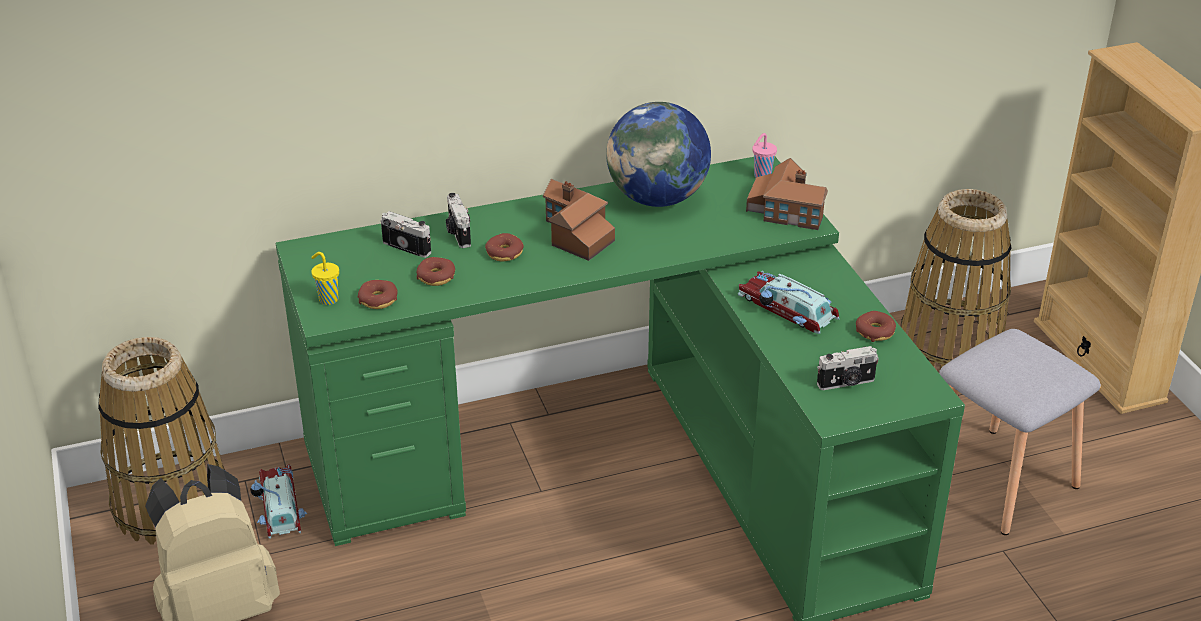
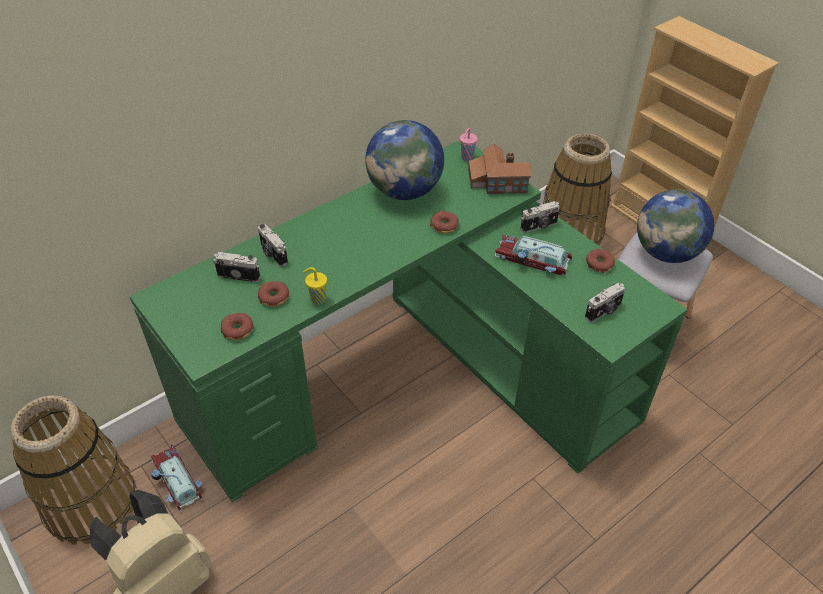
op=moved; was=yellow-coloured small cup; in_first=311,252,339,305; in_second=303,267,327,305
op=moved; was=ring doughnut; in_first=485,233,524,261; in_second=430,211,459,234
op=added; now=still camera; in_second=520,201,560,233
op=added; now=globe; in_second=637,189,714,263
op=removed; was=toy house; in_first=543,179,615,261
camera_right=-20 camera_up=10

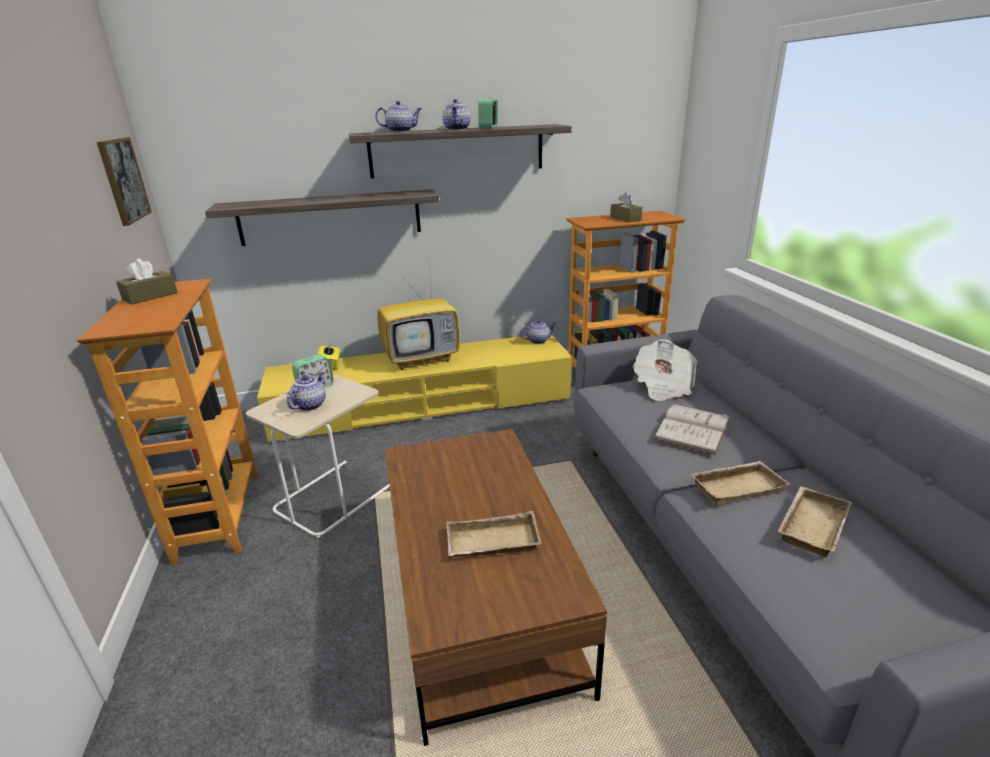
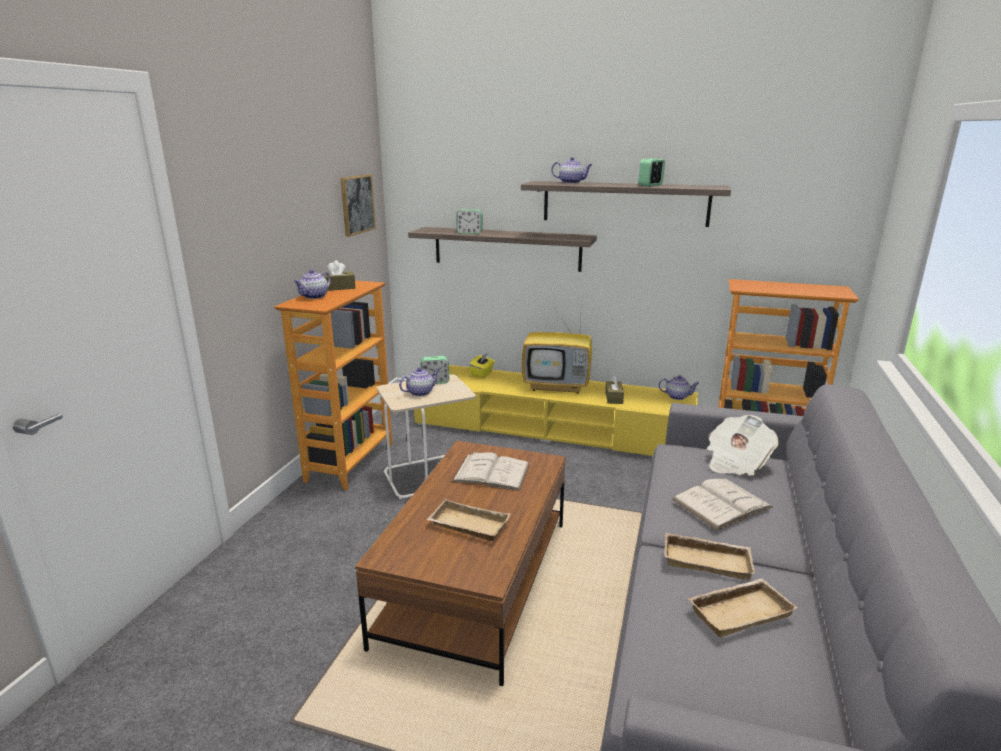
op=moved; was=pot for tea; in_first=442,99,471,130; in_second=294,270,331,299
op=added; now=white book; in_second=451,452,530,491
op=added; now=table clock; in_second=456,209,483,234
op=moved; was=brown box of tissues; in_first=610,192,642,222; in_second=605,375,624,404
camera_right=30 camera_up=-5

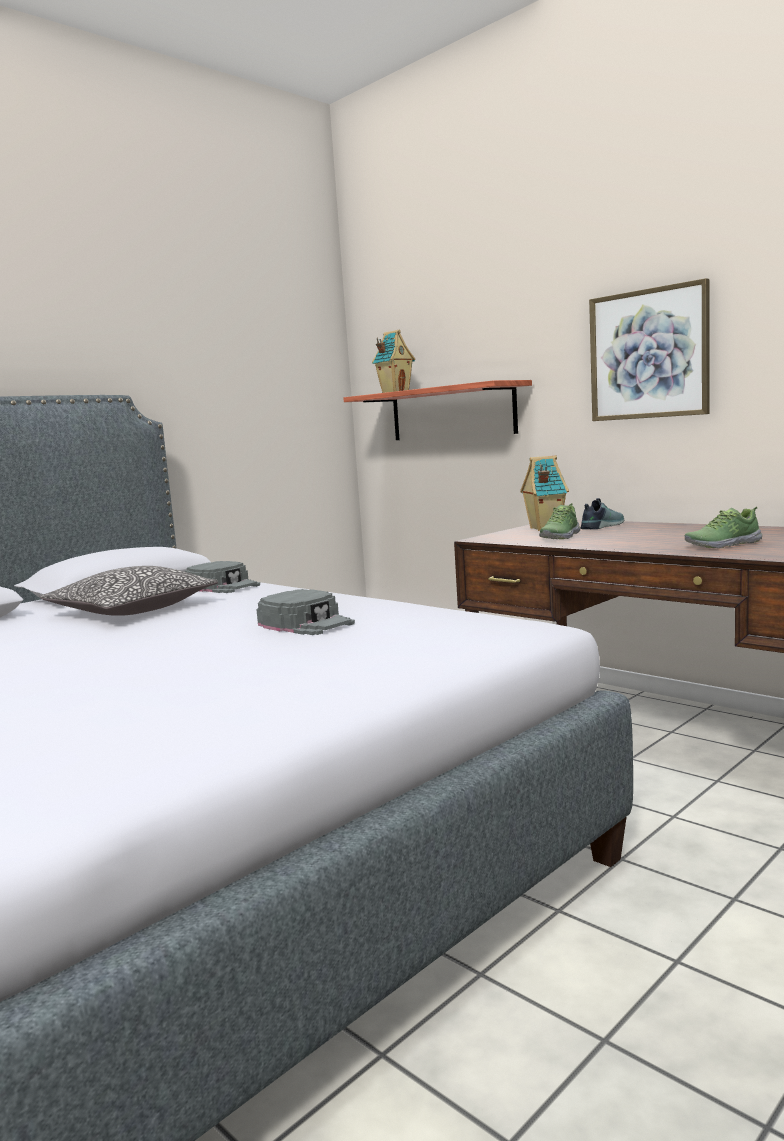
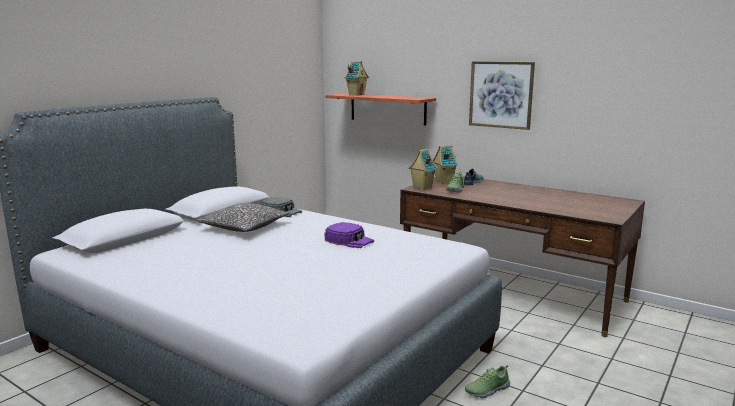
op=recoloured; was=gray cap; now=purple-coloured cap; in_first=256,589,355,635; in_second=325,222,374,248
op=added; now=toy house; in_second=409,148,437,190
op=moved; was=item of footwear; in_first=685,507,762,548; in_second=465,365,510,398
camera_right=-10 camera_up=5

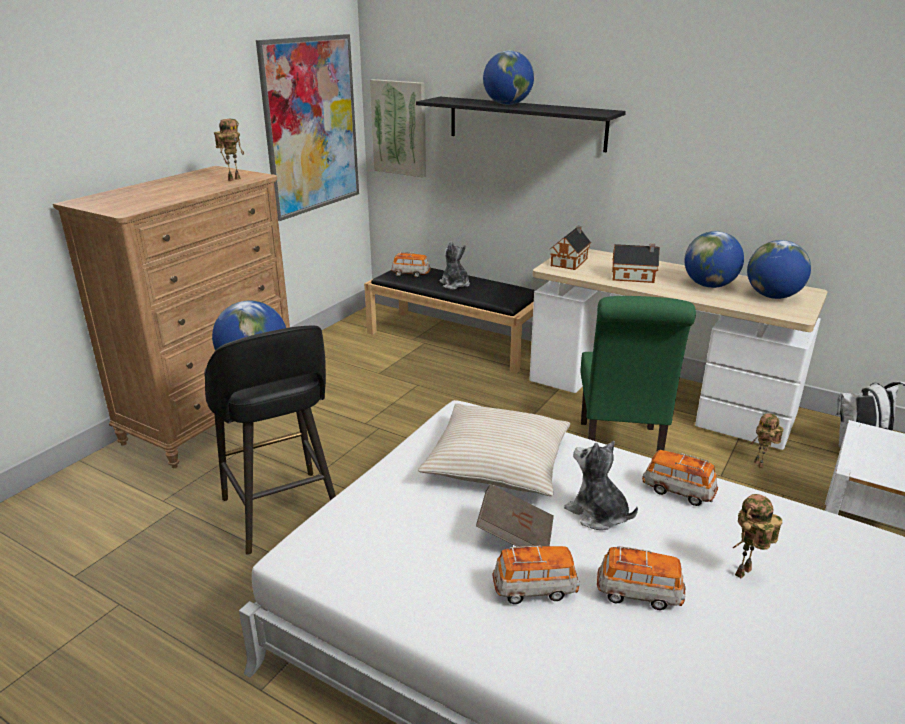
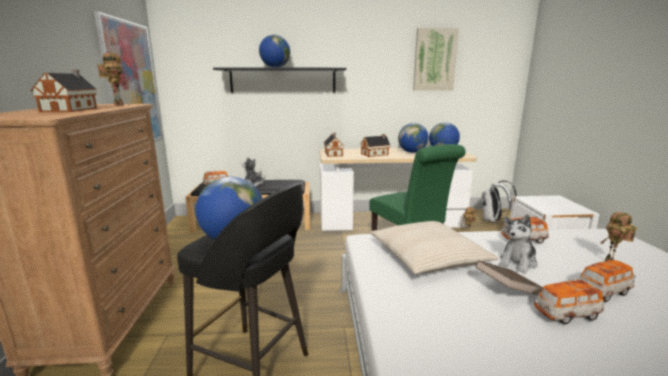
op=added; now=toy house; in_second=30,70,97,112
op=moved; was=wall picture; in_first=370,79,426,177; in_second=413,28,459,91
op=turned; was=plush toy; in_first=564,441,638,530; in_second=499,214,537,273; clockwise=-60
op=turned; was=model car; in_first=493,546,580,604; in_second=534,278,604,324; clockwise=-150
camera_right=-35 camera_up=-10

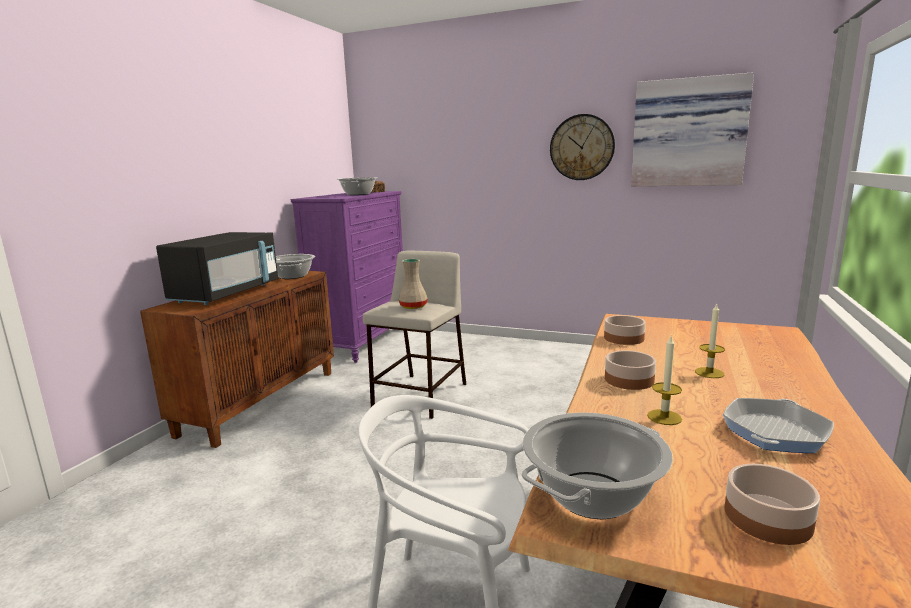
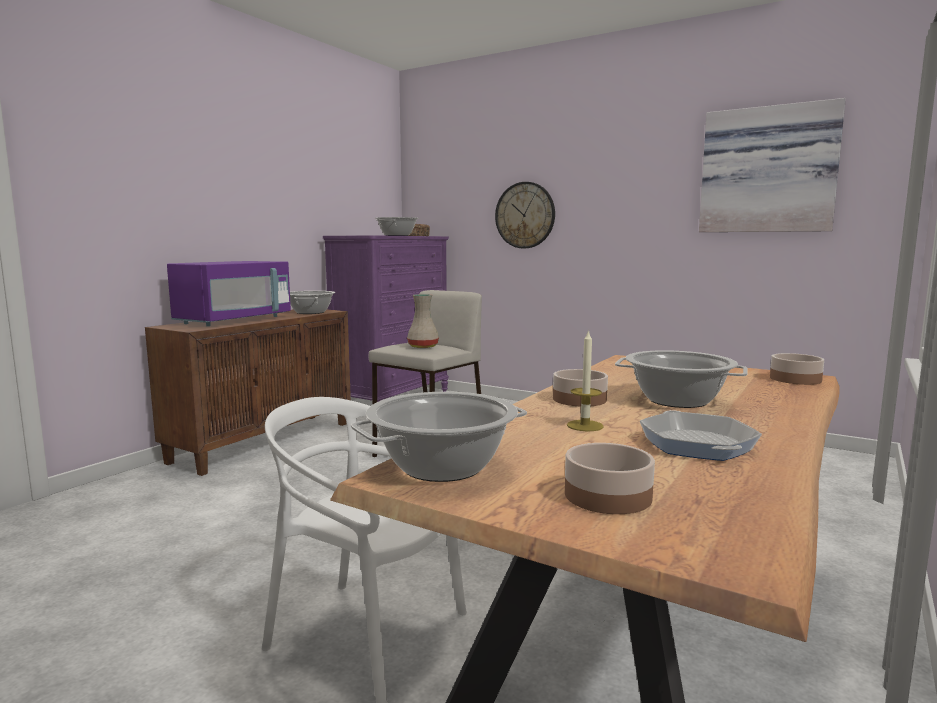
op=recoloured; was=blackish kitchen microwave; now=purple-coloured kitchen microwave; in_first=156,232,278,305; in_second=167,261,291,326
op=moved; was=clock on the wall; in_first=550,114,615,180; in_second=495,182,555,248
op=replaced; was=wax light; now=stockpot; in_first=695,303,725,378; in_second=615,350,748,408
op=turned; was=skillet; in_first=723,398,834,453; in_second=640,410,762,461; clockwise=120
op=moved; was=deep dish; in_first=604,315,646,345; in_second=770,353,824,385
camera_right=10 camera_up=-5

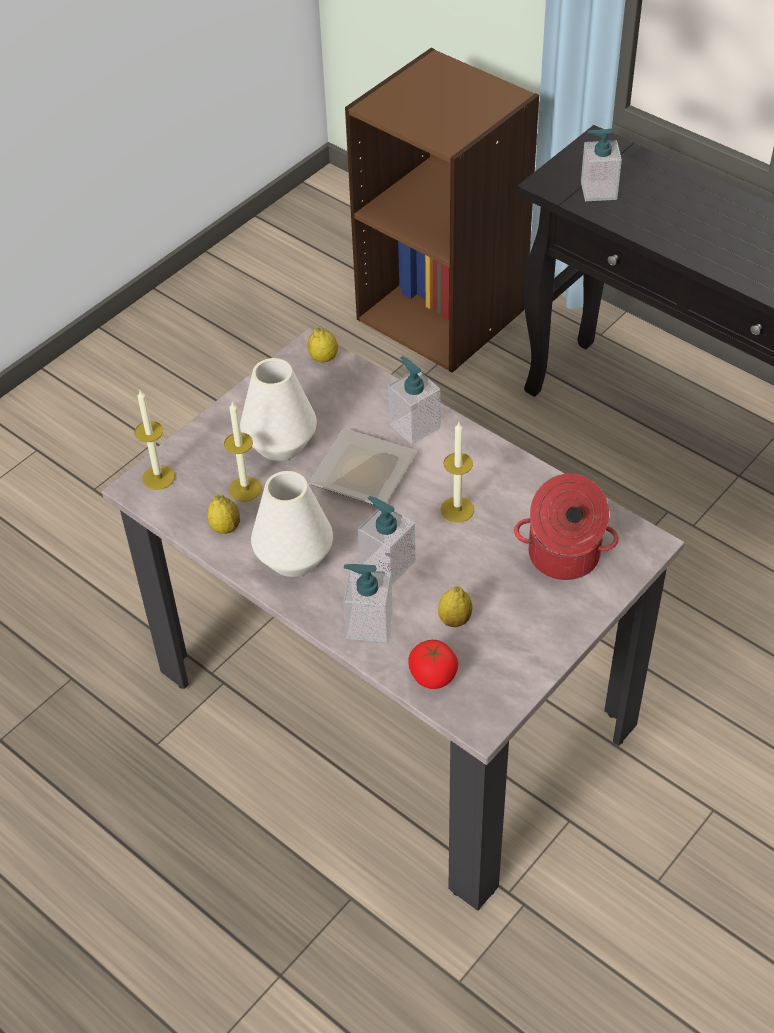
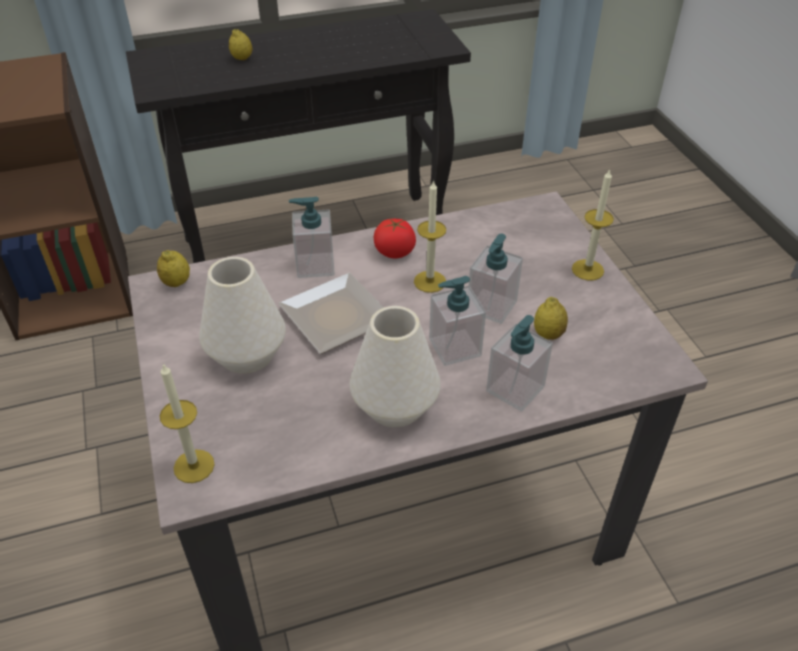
op=moved; was=citrus fruit; in_first=207,494,240,534; in_second=229,29,253,60
op=moved; was=fresh tomato; in_first=408,640,458,689; in_second=374,219,416,258
op=moved; was=soap dispenser; in_first=581,129,622,201; in_second=469,234,523,324
op=moved; was=wax light; in_first=224,402,262,502; in_second=572,168,614,280
op=removed; was=stockpot; in_first=514,473,619,580
camera_right=-60 camera_up=-5

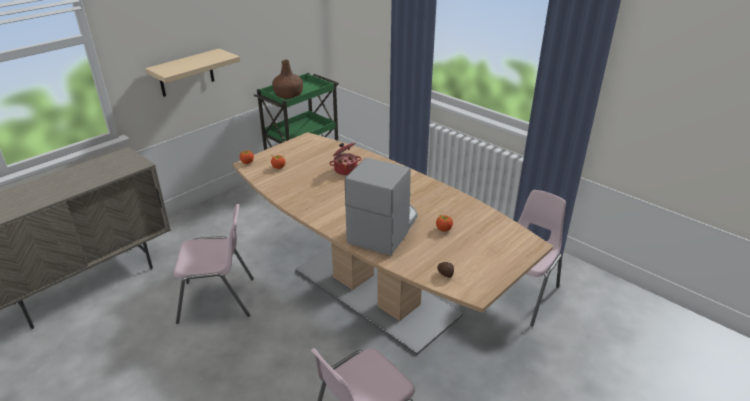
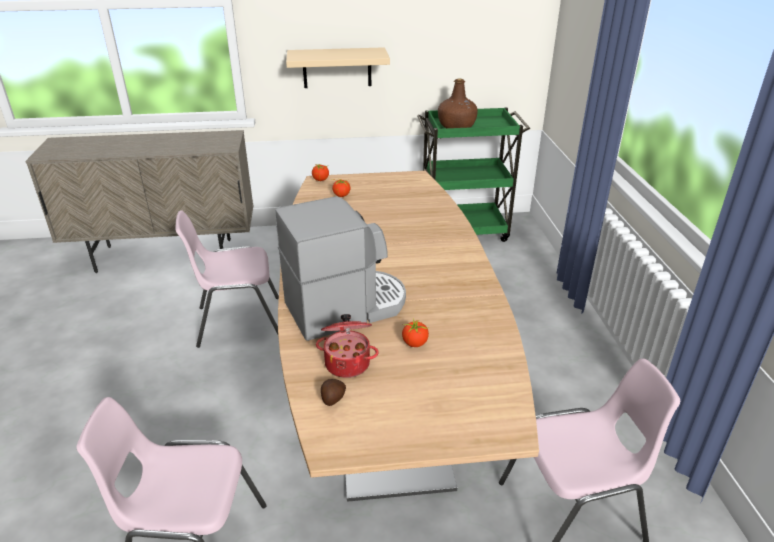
op=turned; was=pinkish upright chair; in_first=174,204,254,324; in_second=175,210,279,348; clockwise=135
op=moved; was=stockpot; in_first=329,143,361,175; in_second=316,314,379,378
camera_right=40 camera_up=0

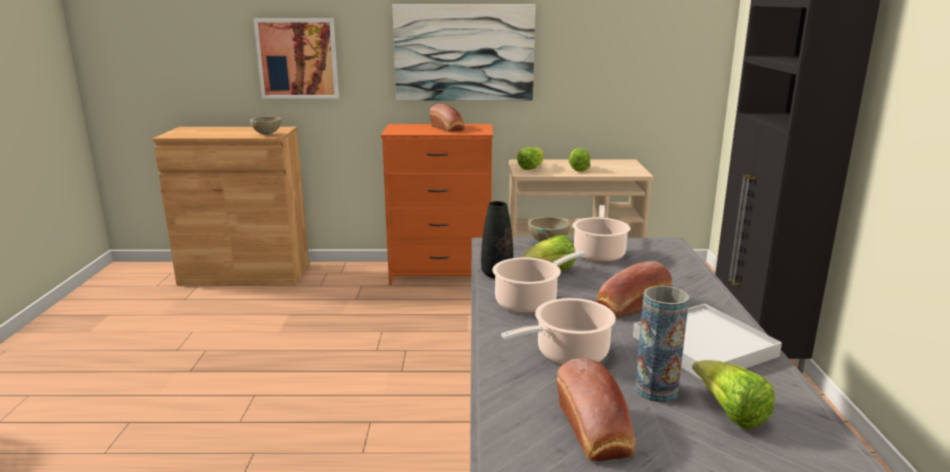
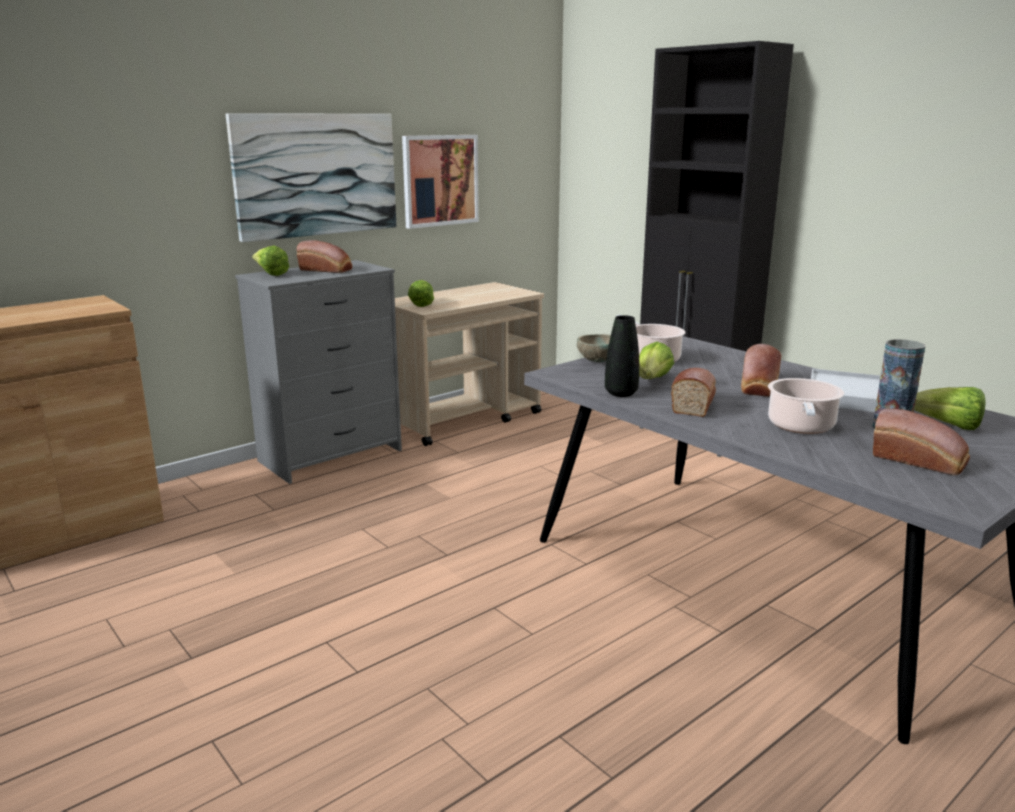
op=recoloured; was=orangey drawer chest; now=gray drawer chest; in_first=381,124,493,285; in_second=235,260,402,484
op=moved; was=head of lettuce; in_first=569,148,591,172; in_second=252,246,289,276
op=moved; was=wall picture; in_first=254,19,339,99; in_second=402,135,479,229
op=replaced; was=stockpot; now=bakery bread; in_first=492,251,586,313; in_second=671,368,716,417
op=removed; was=beige deep dish; in_first=250,117,282,135
camera_right=-40 camera_up=0

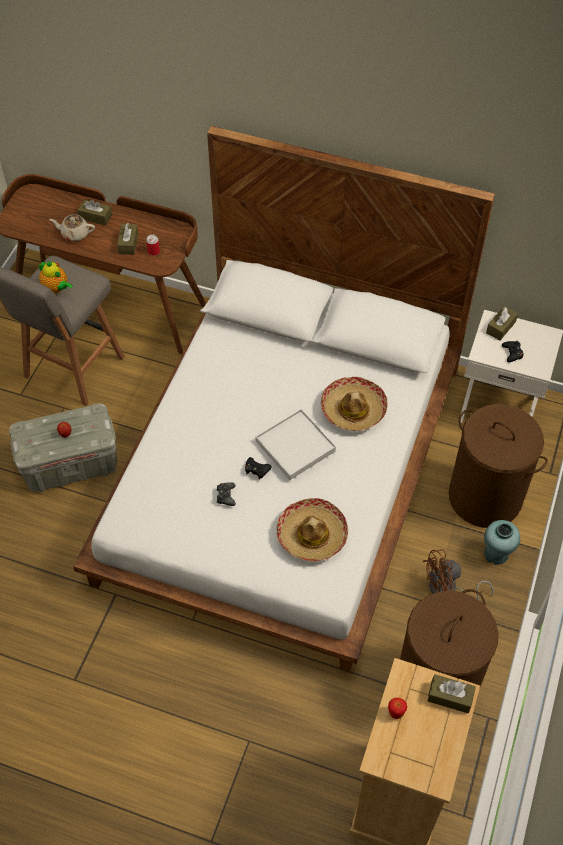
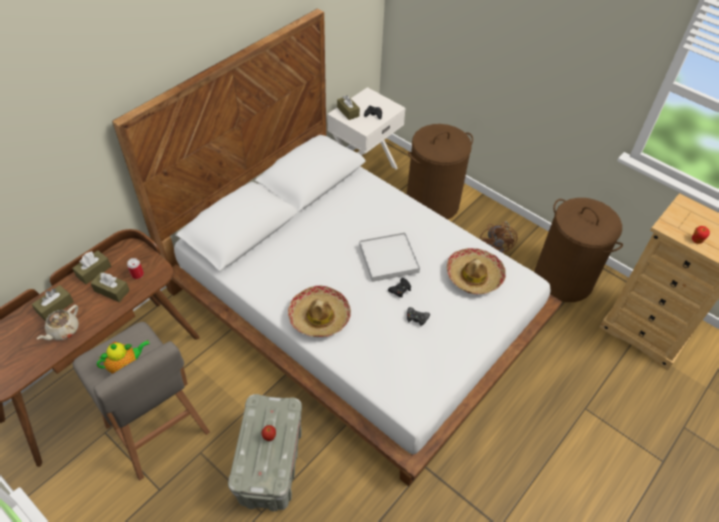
op=moved; was=brown box of tissues; in_first=427,674,476,713; in_second=72,250,111,284
op=moved; was=clothing hat; in_first=321,377,388,431; in_second=288,285,351,337
op=removed; was=turquoise flower vase; in_first=484,520,520,565
camera_right=-70 camera_up=-5

